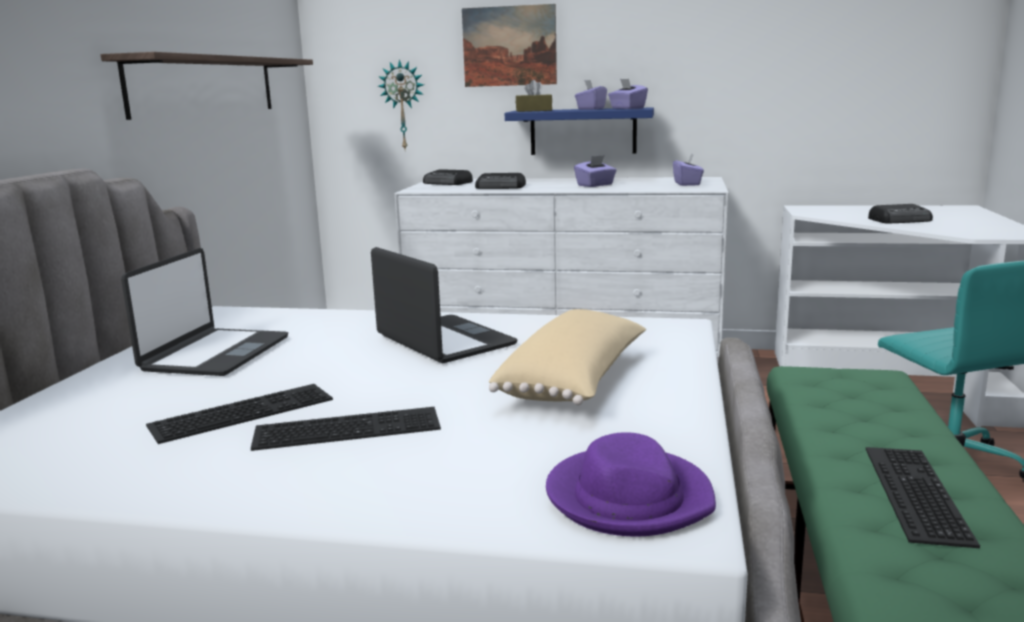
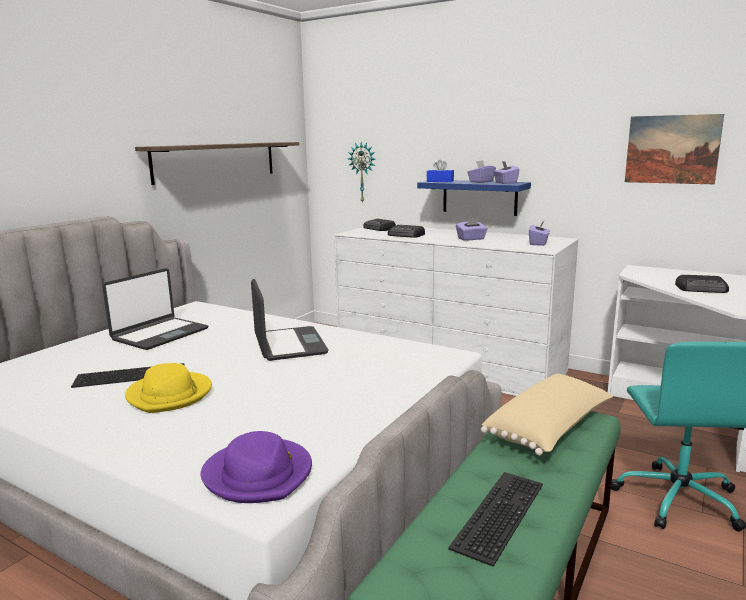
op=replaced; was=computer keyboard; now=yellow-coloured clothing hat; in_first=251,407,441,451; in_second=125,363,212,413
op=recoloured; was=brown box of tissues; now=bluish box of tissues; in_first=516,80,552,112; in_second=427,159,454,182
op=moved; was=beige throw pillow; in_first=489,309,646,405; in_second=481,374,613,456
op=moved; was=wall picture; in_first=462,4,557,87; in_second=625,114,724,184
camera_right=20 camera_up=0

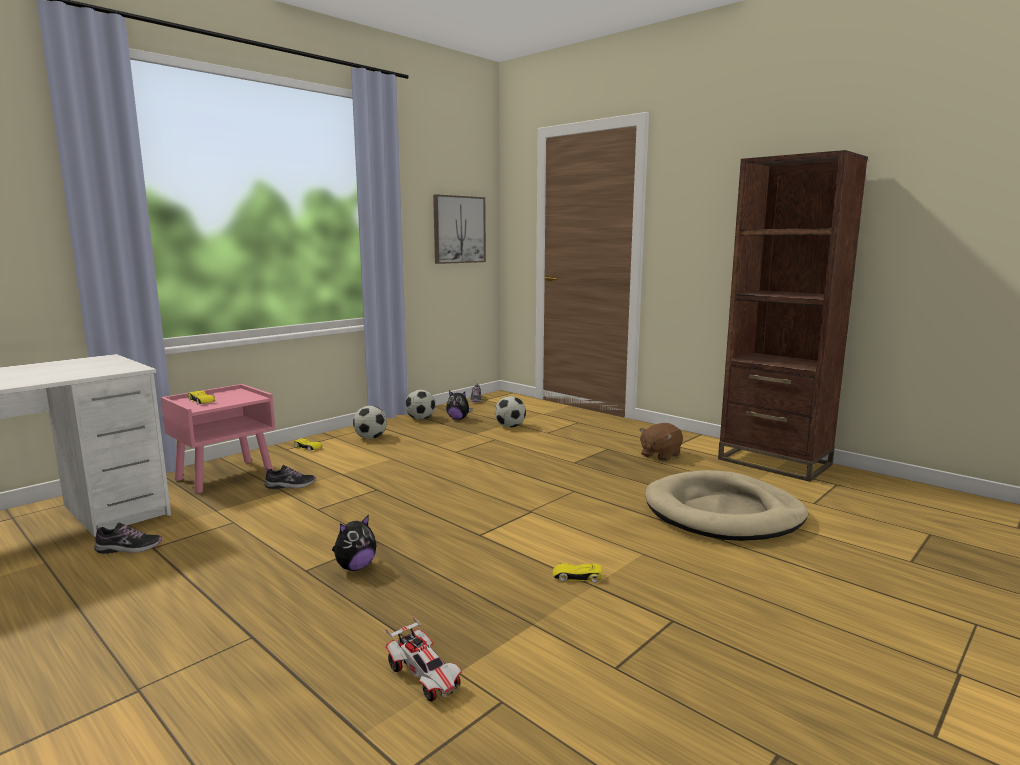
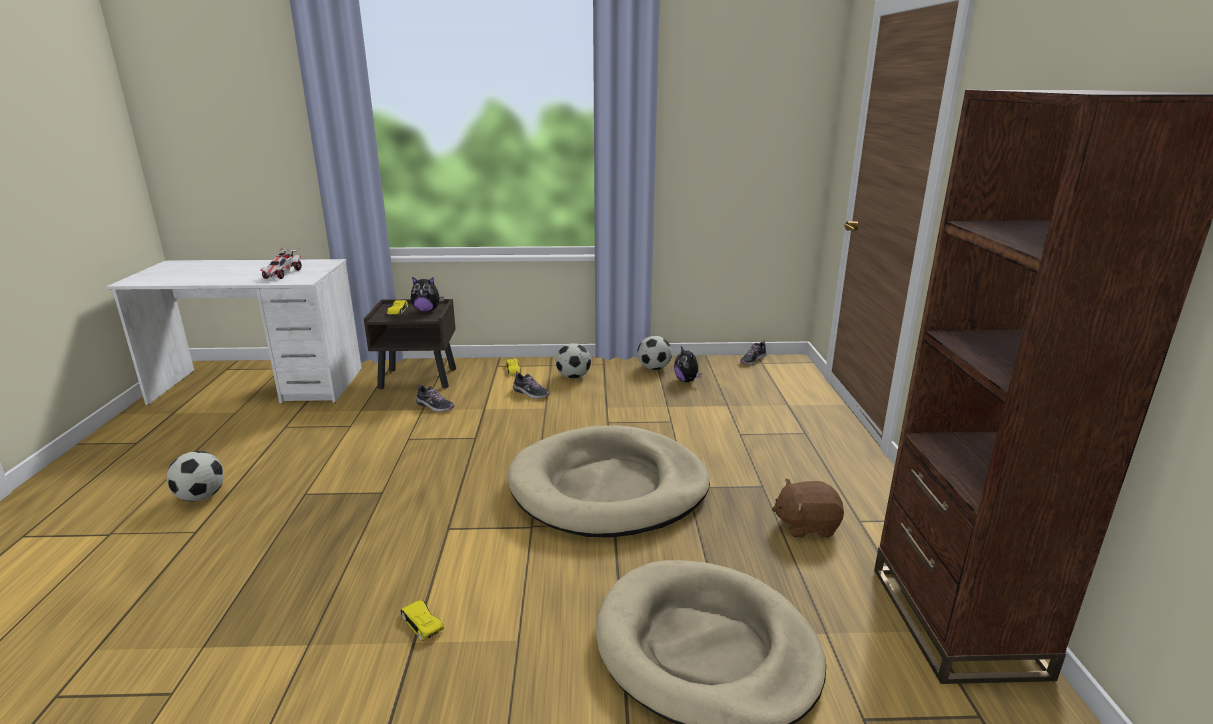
op=moved; was=football ball; in_first=495,396,526,428; in_second=167,451,224,502
op=moved; was=model car; in_first=385,616,462,702; in_second=260,247,302,279
op=recoloured; was=pinkish nightstand; now=brown nightstand; in_first=161,384,275,494; in_second=364,299,456,389
op=moved; was=plush toy; in_first=332,514,377,571; in_second=411,277,444,312
op=added; now=beige dog cushion; in_second=507,425,710,538
op=moved; was=item of footwear; in_first=94,523,162,554; in_second=513,371,550,399
op=removed; was=wall picture; in_first=433,194,486,264
camera_right=45 camera_up=10

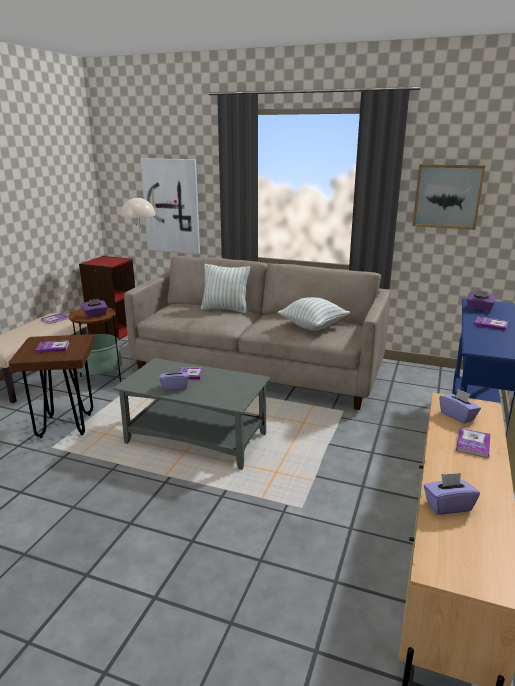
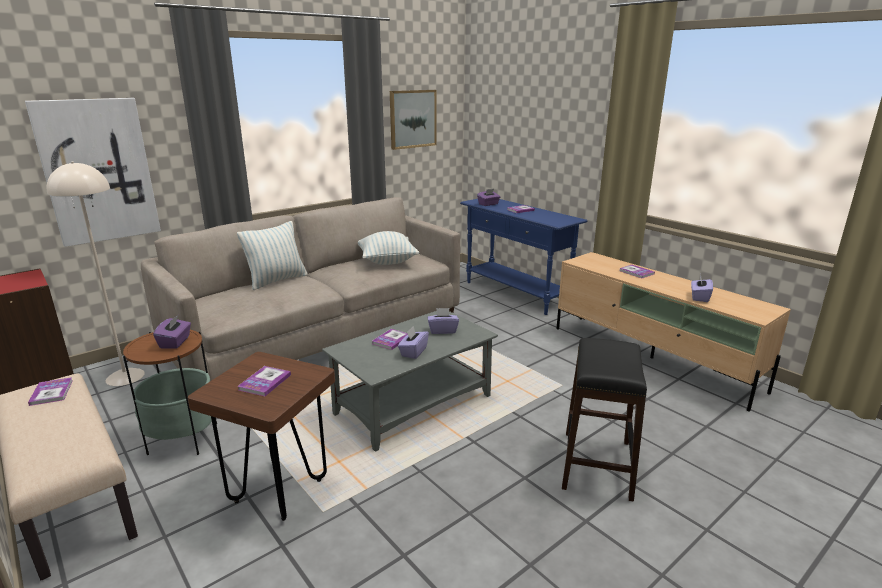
op=moved; was=purple-coloured box of tissues; in_first=439,388,481,424; in_second=428,308,459,334
op=added; now=blackish stool seat; in_second=562,338,647,502
camera_right=-60 camera_up=0

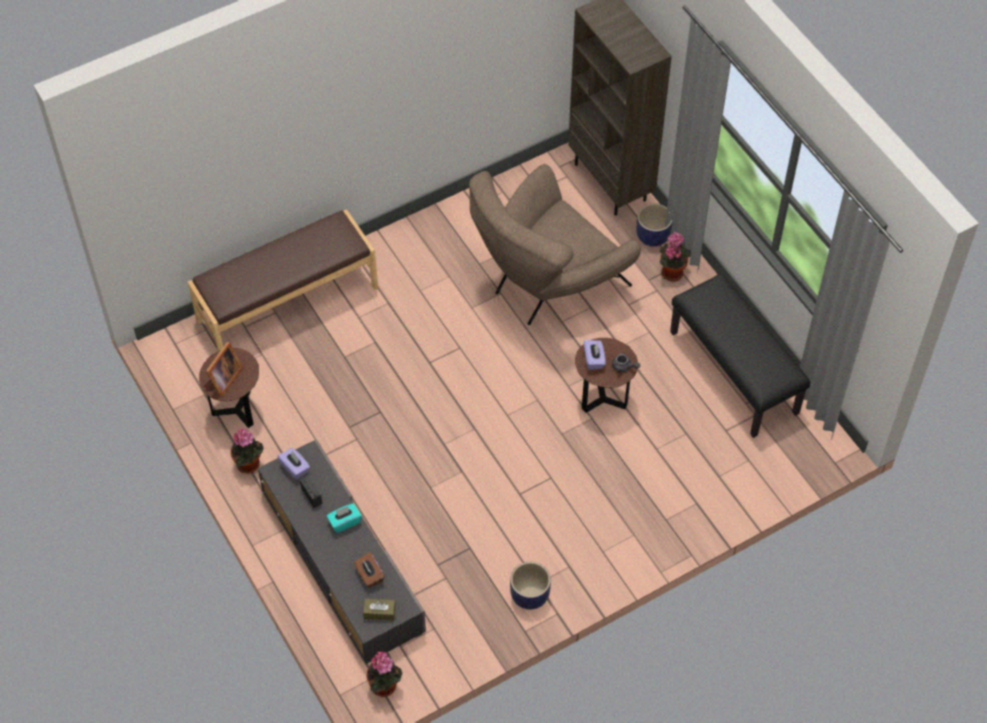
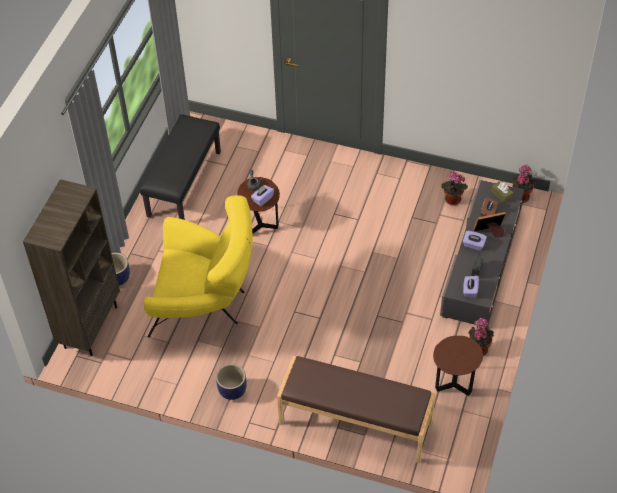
op=recoloured; was=brown armchair; now=yellow-coloured armchair; in_first=469,164,641,325; in_second=143,195,253,337
op=moved; was=plant pot; in_first=510,562,551,610; in_second=216,364,247,400
op=moved; was=potted plant; in_first=660,232,691,282; in_second=441,172,468,205
op=recoloured; was=turquoise box of tissues; now=purple-coloured box of tissues; in_first=327,503,362,533; in_second=463,231,487,251
op=moved; was=standing frame; in_first=204,342,243,397; in_second=473,212,506,238
camera_right=-130 camera_up=-5

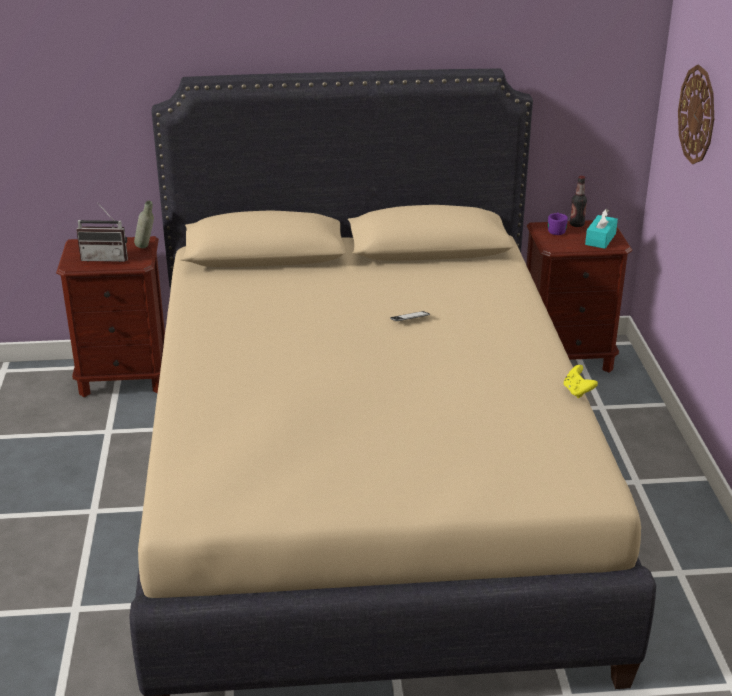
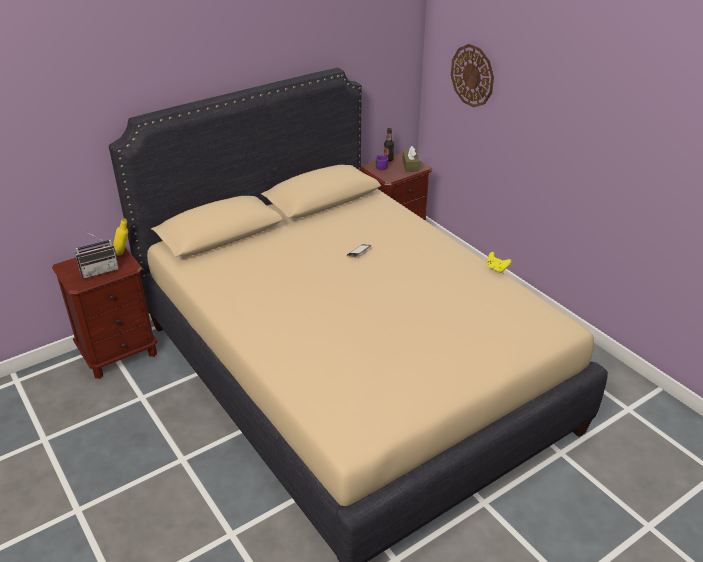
op=recoloured; was=gray bottle; now=yellow-coloured bottle; in_first=134,201,154,248; in_second=113,218,128,256
op=recoloured; was=turquoise box of tissues; now=brown box of tissues; in_first=585,209,618,249; in_second=402,146,420,172
camera_right=-30 camera_up=5

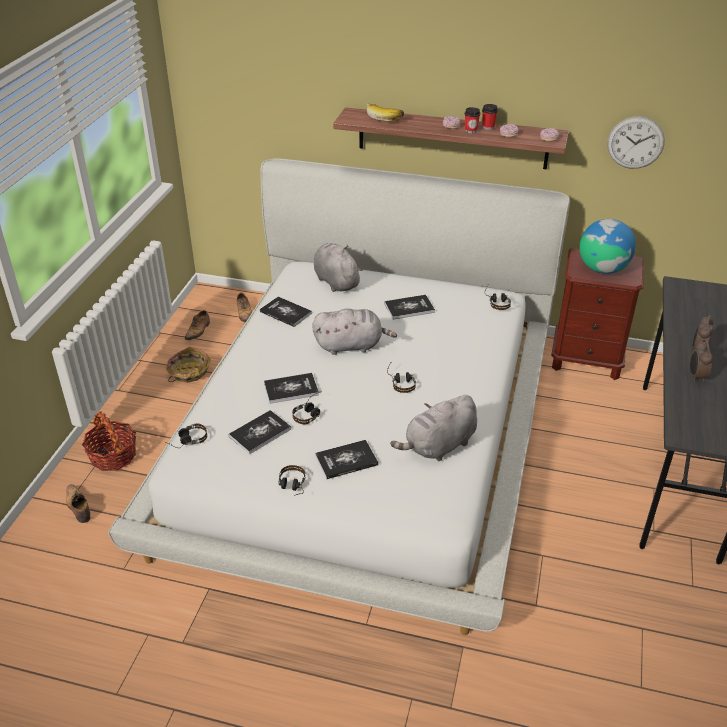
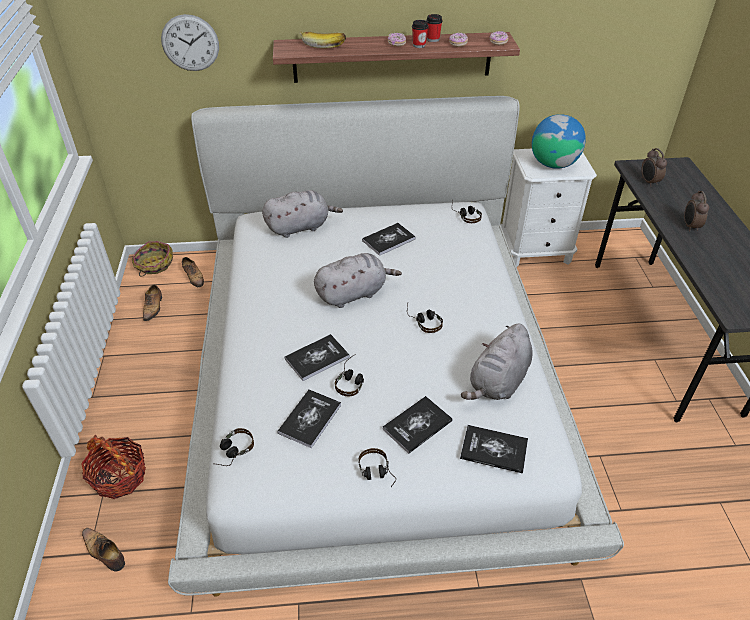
op=moved; was=household basket; in_first=166,347,211,383; in_second=132,241,173,277
op=moved; was=clock on the wall; in_first=607,116,665,169; in_second=161,14,219,71
op=turned; was=gray plush toy; in_first=314,243,363,292; in_second=262,190,343,238; clockwise=120
op=moved; was=book; in_first=260,297,312,327; in_second=460,425,528,474
op=recoloured; was=brown nightstand; now=white nightstand; in_first=551,248,644,380; in_second=500,149,597,267
op=moved; was=table clock; in_first=690,339,713,382; in_second=641,148,667,187
camera_right=-20 camera_up=5

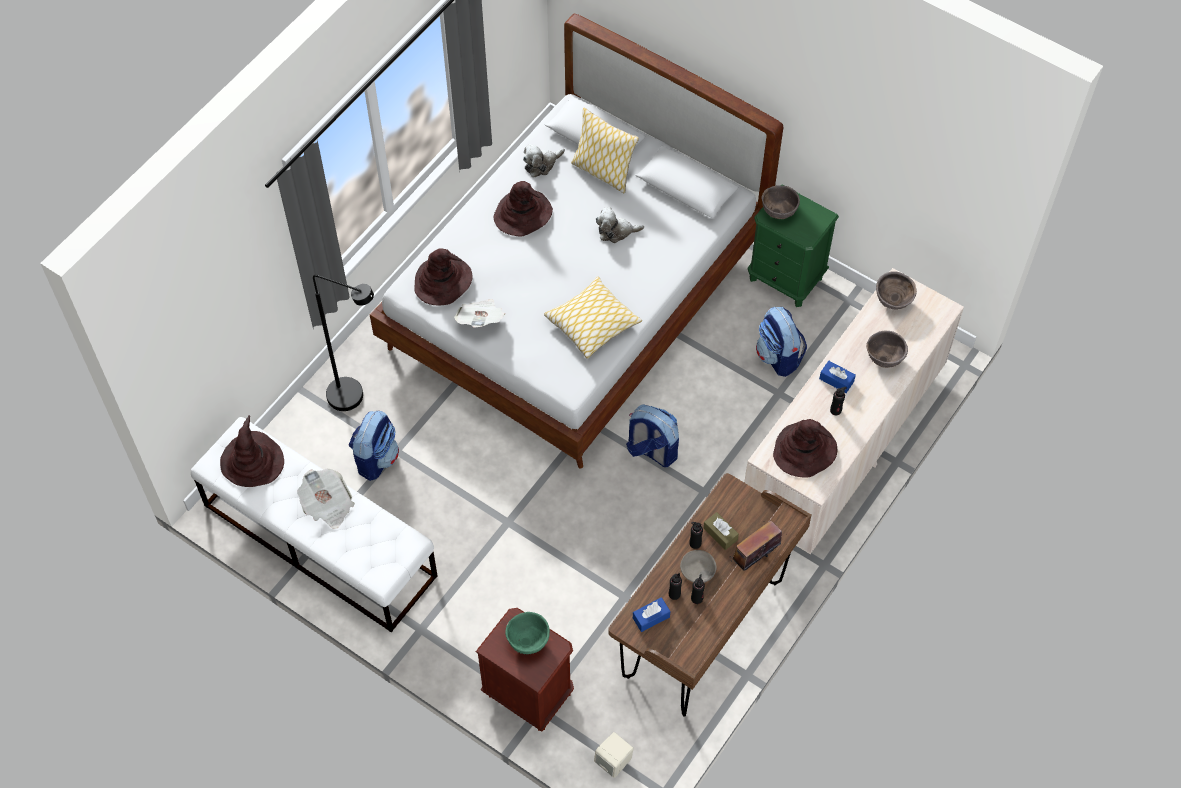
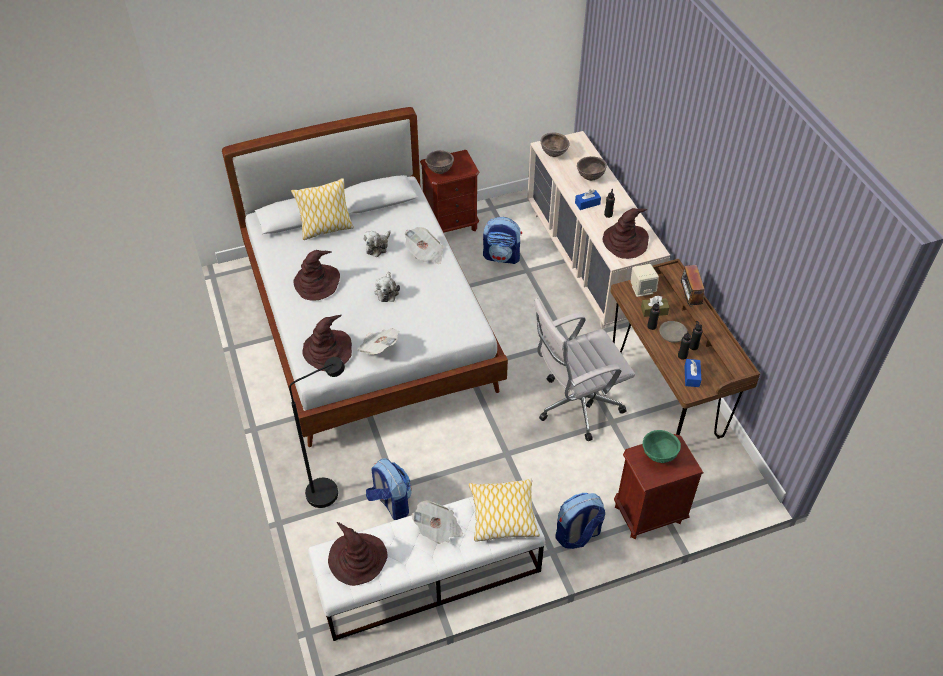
op=moved; was=plush toy; in_first=523,144,565,178; in_second=375,272,400,302
op=added; now=printed paper; in_second=405,227,443,264
op=recoloured; was=green nightstand; now=brown nightstand; in_first=748,185,839,307; in_second=420,150,480,233
op=moved; was=throw pillow; in_first=544,277,642,359; in_second=468,479,540,542
op=added; now=white desk chair; in_second=533,298,635,441
op=moved; was=rucksack; in_first=626,405,679,467; in_second=556,493,605,549
op=moved; was=beige speaker; in_first=594,732,634,778; in_second=631,264,659,297
camera_right=-55 camera_up=-10

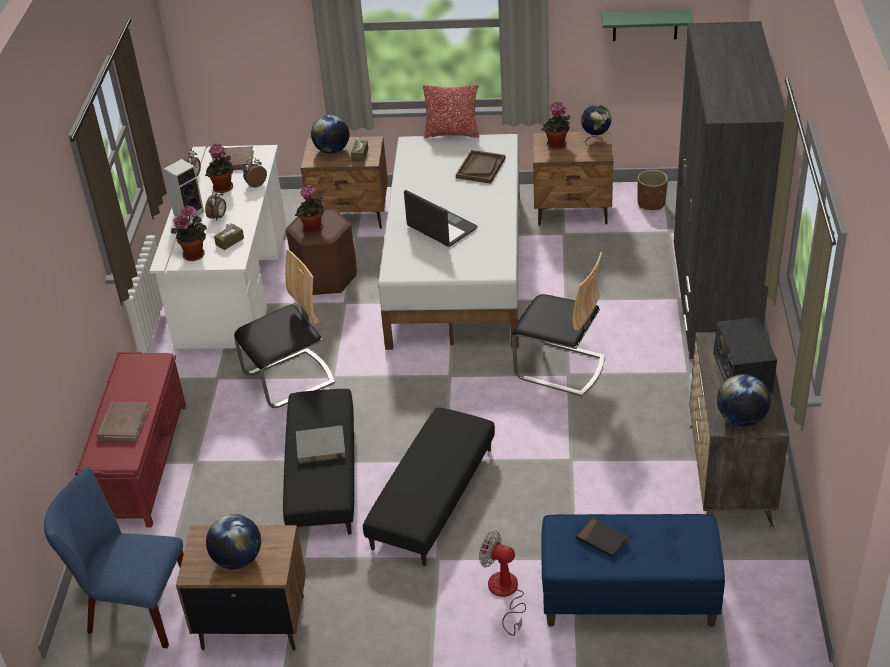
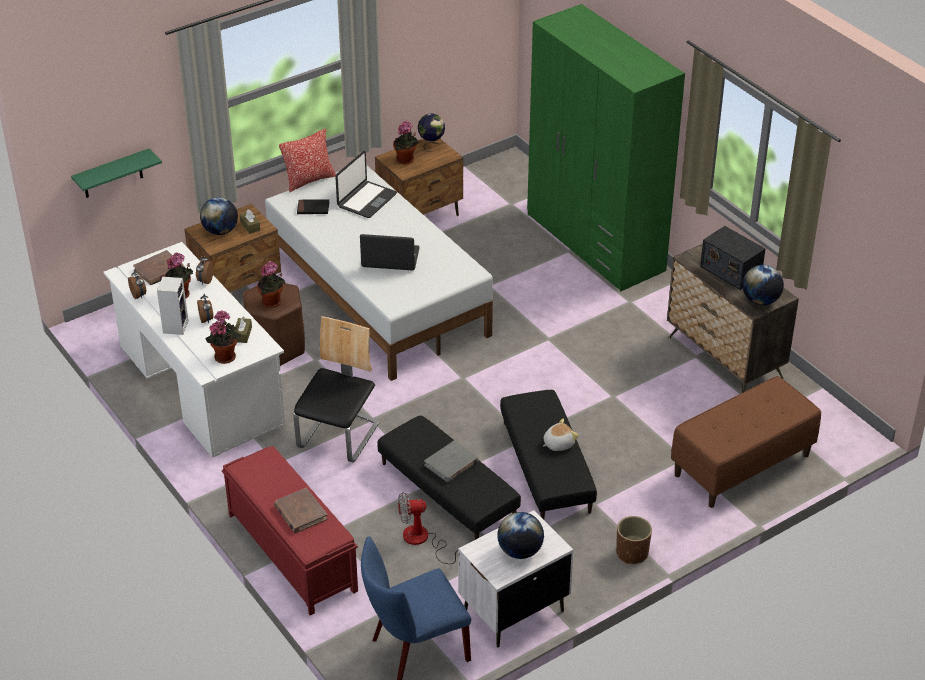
op=moved; was=green bracket shelf; in_first=602,10,693,41; in_second=71,148,162,198
op=moved; was=blackish book; in_first=576,518,629,558; in_second=297,199,329,214
op=replaced; was=brown carrying tray; now=portable computer; in_first=456,150,505,184; in_second=335,151,397,218
op=moved; was=fan; in_first=479,531,526,636; in_second=398,492,461,564
op=recoloured; was=brown nightstand; now=white nightstand; in_first=176,525,306,651; in_second=458,510,574,648
op=recoloured; was=gray armoire; now=green armoire; in_first=674,21,786,359; in_second=527,4,685,292
op=added; now=plush toy; in_second=543,419,579,451
op=moved; was=brown plant pot; in_first=638,170,668,210; in_second=616,516,652,564
op=recoloured; was=bluish indoor bench; now=brown indoor bench; in_first=541,514,725,627; in_second=671,376,821,508
op=removed; was=upright chair; in_first=512,252,605,396
camera_right=-40 camera_up=0

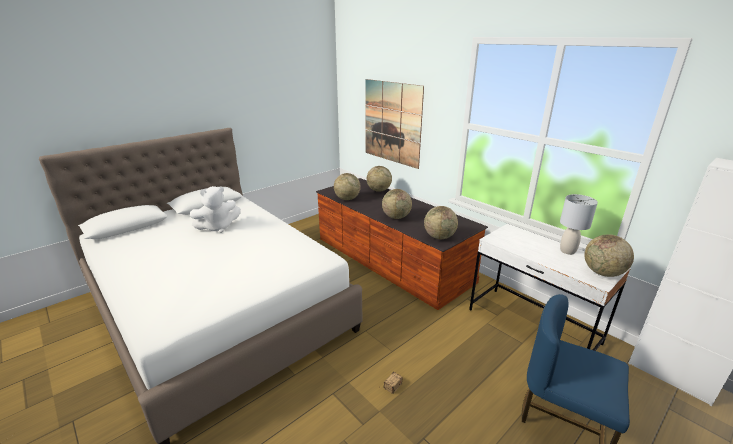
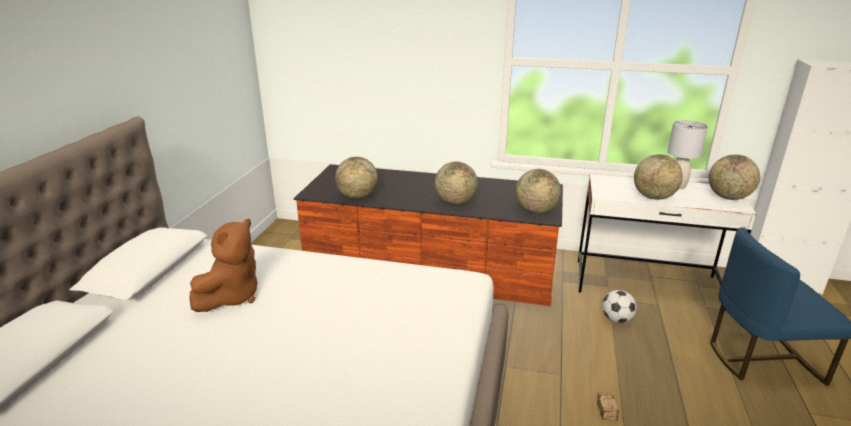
op=recoloured; was=white plush toy; now=brown plush toy; in_first=190,186,241,233; in_second=189,219,258,312
op=added; now=football ball; in_second=602,290,637,323
op=moved; was=globe; in_first=367,166,392,192; in_second=634,154,683,200
op=removed; was=wall picture; in_first=365,79,424,169
camera_right=-35 camera_up=0

